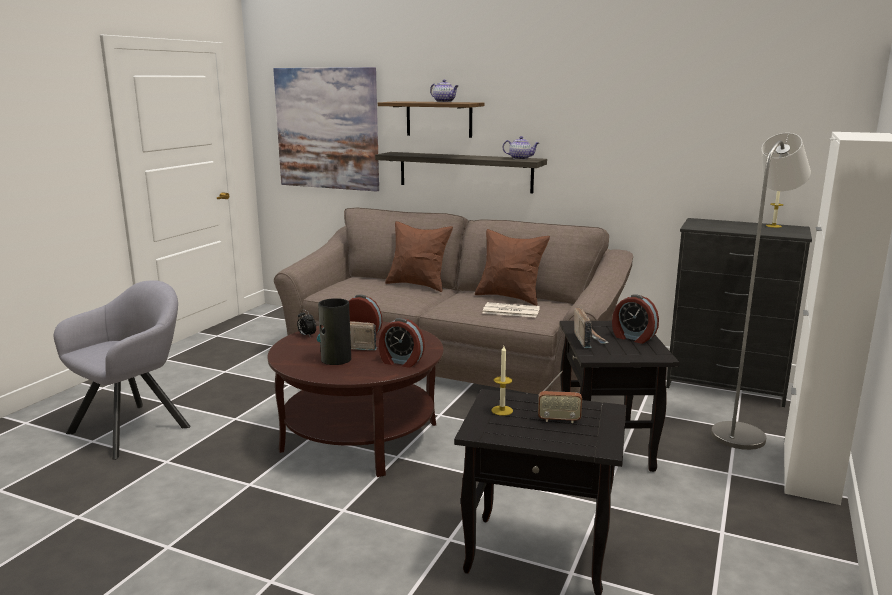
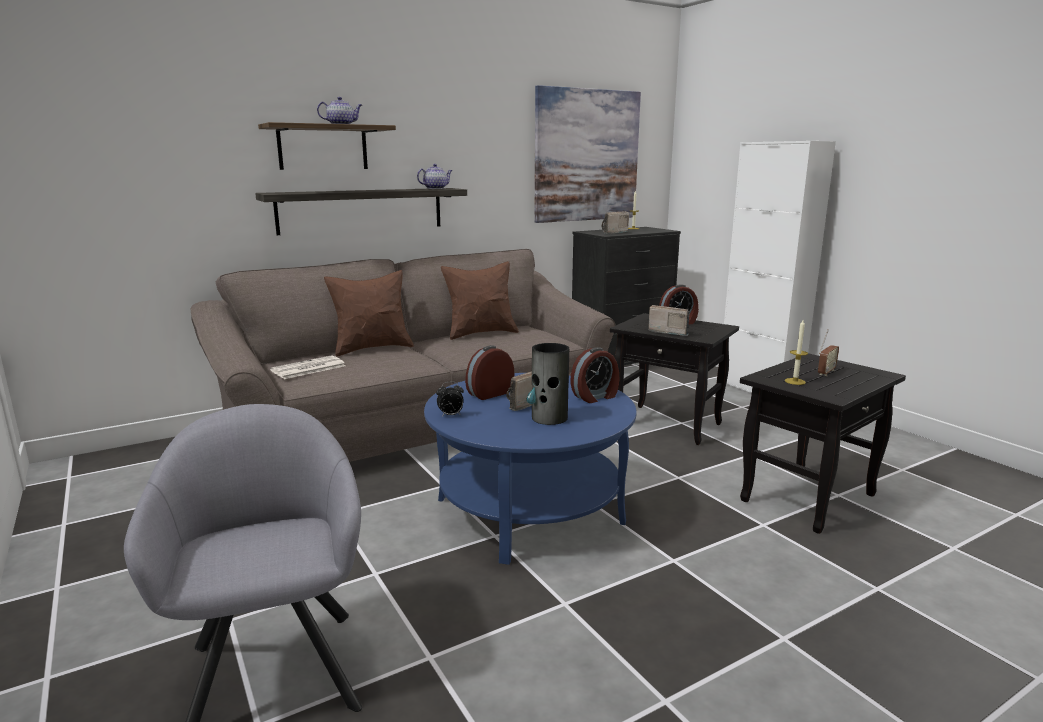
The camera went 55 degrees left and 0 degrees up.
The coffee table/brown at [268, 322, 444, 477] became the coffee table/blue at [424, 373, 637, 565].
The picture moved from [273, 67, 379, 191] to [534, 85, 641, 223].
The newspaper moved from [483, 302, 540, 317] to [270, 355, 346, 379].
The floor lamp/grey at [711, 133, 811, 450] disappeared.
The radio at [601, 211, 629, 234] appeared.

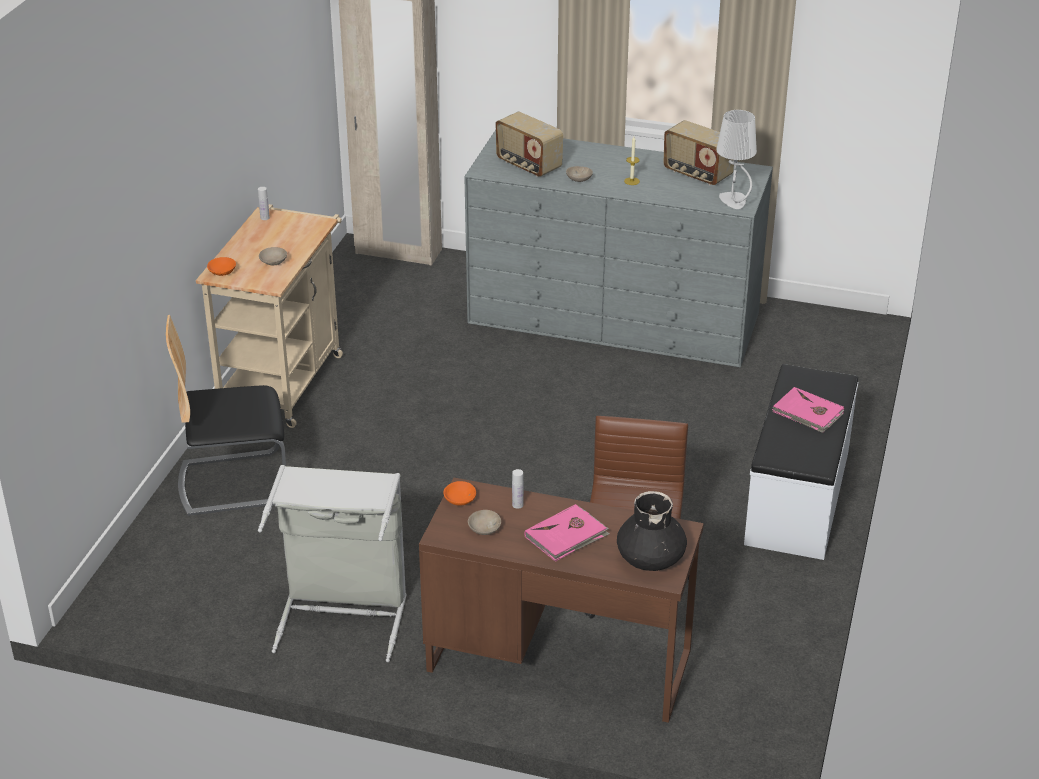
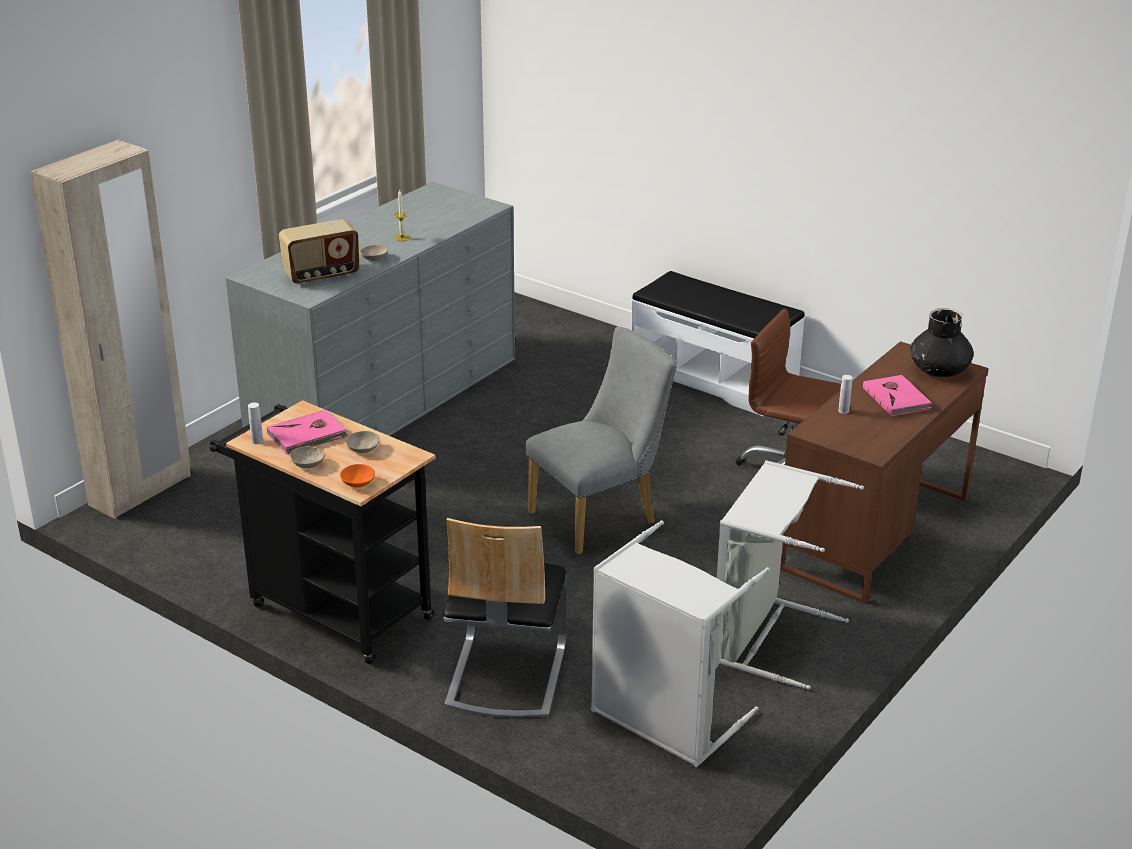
The camera went 70 degrees left and 5 degrees down.
The cart/beige at [196, 204, 343, 428] became the cart/black at [209, 400, 436, 664].
The bowl/orange at [443, 481, 476, 506] disappeared.
The bowl/beige moved from [468, 510, 501, 535] to [290, 446, 325, 468].
The radio at [664, 120, 734, 185] disappeared.
The table lamp/grey at [716, 110, 757, 209] disappeared.
The book/pink moved from [772, 387, 844, 433] to [267, 410, 349, 454].
The chair/grey at [525, 327, 677, 555] appeared.
The laundry basket/grey at [591, 520, 770, 767] appeared.

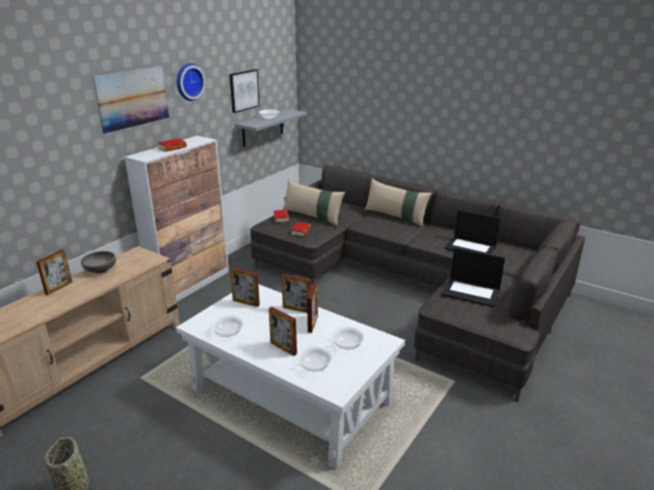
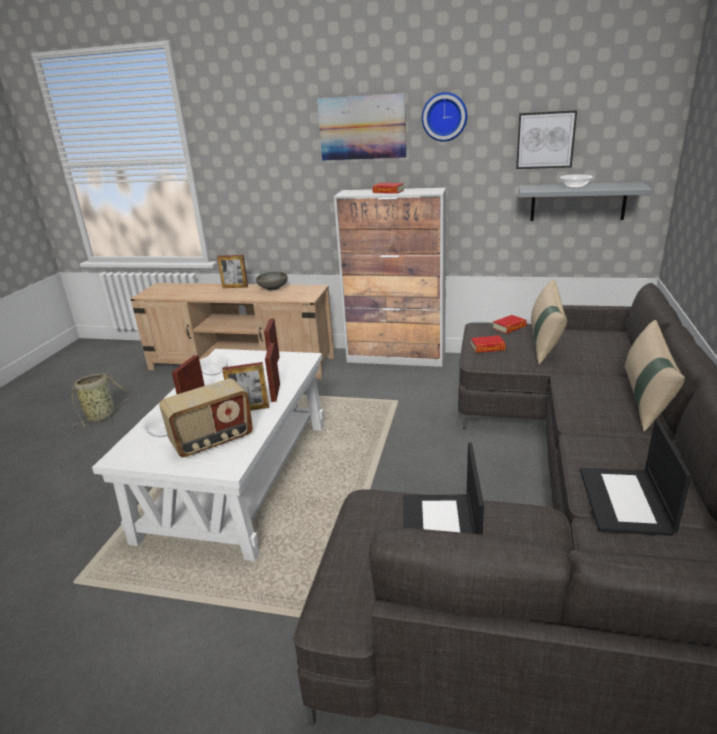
The camera went 70 degrees right and 0 degrees up.
The bowl at [332, 327, 364, 349] was replaced by the radio at [159, 378, 253, 457].

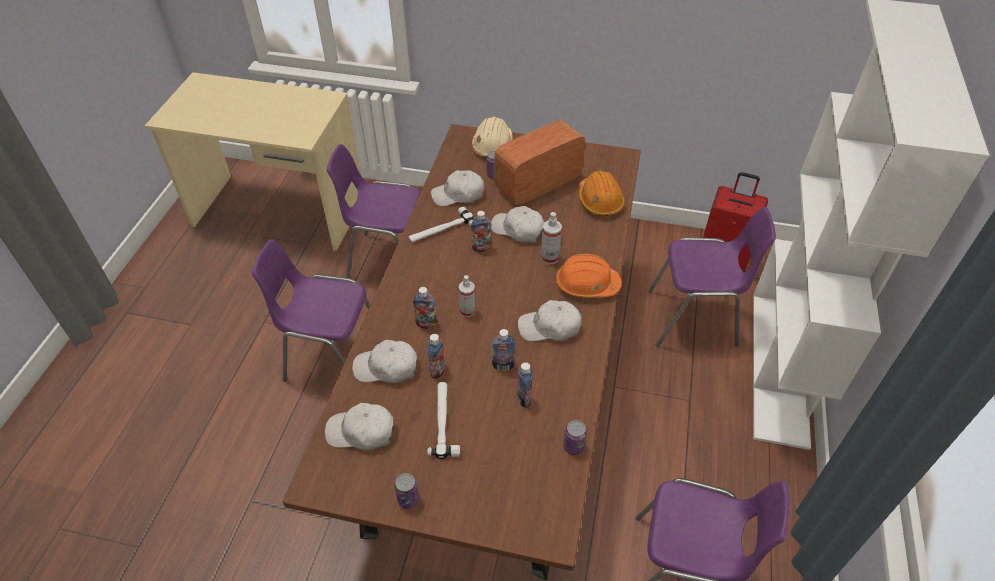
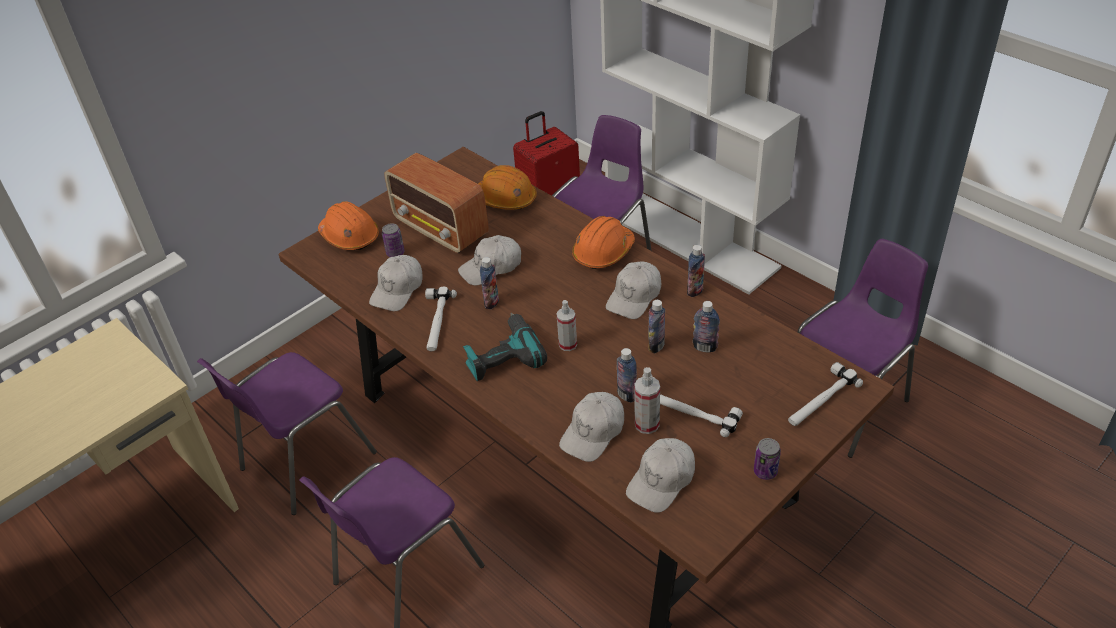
The camera went 55 degrees left and 5 degrees down.
The bottle moved from [413, 287, 437, 329] to [687, 245, 705, 297].
The hard hat/beige at [472, 117, 513, 158] became the hard hat/orange at [318, 201, 379, 250].
The radio at [494, 120, 585, 205] turned 45 degrees counterclockwise.
The spray bottle moved from [541, 212, 562, 264] to [634, 367, 660, 434].
The can at [563, 420, 587, 455] disappeared.
The power drill at [463, 313, 547, 381] appeared.
The hammer at [788, 362, 863, 426] appeared.

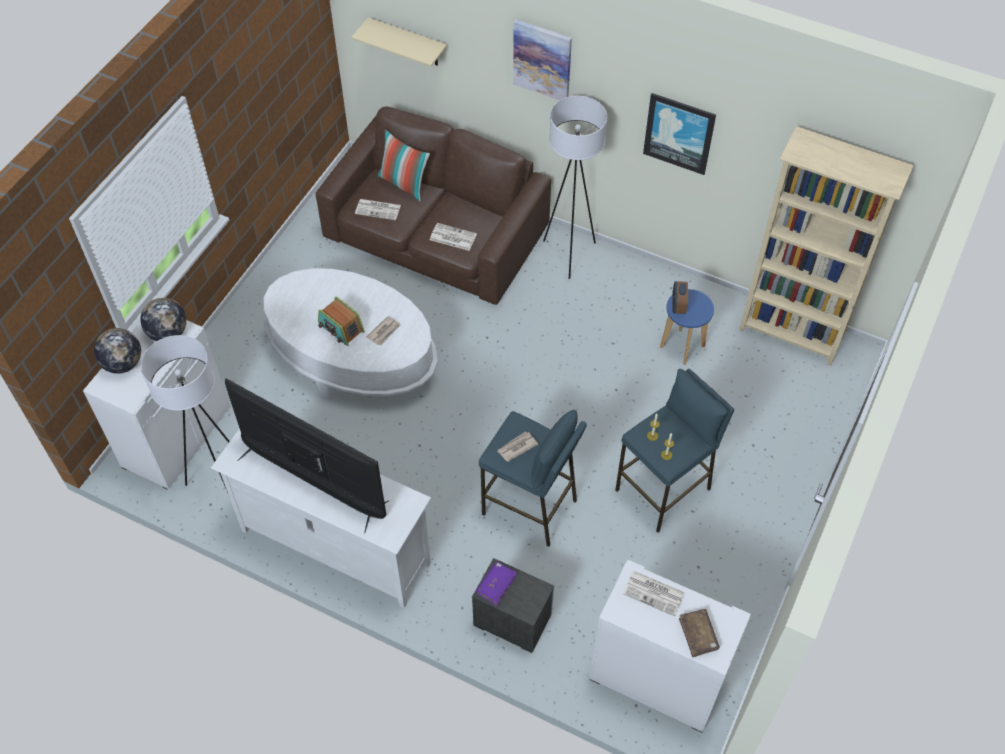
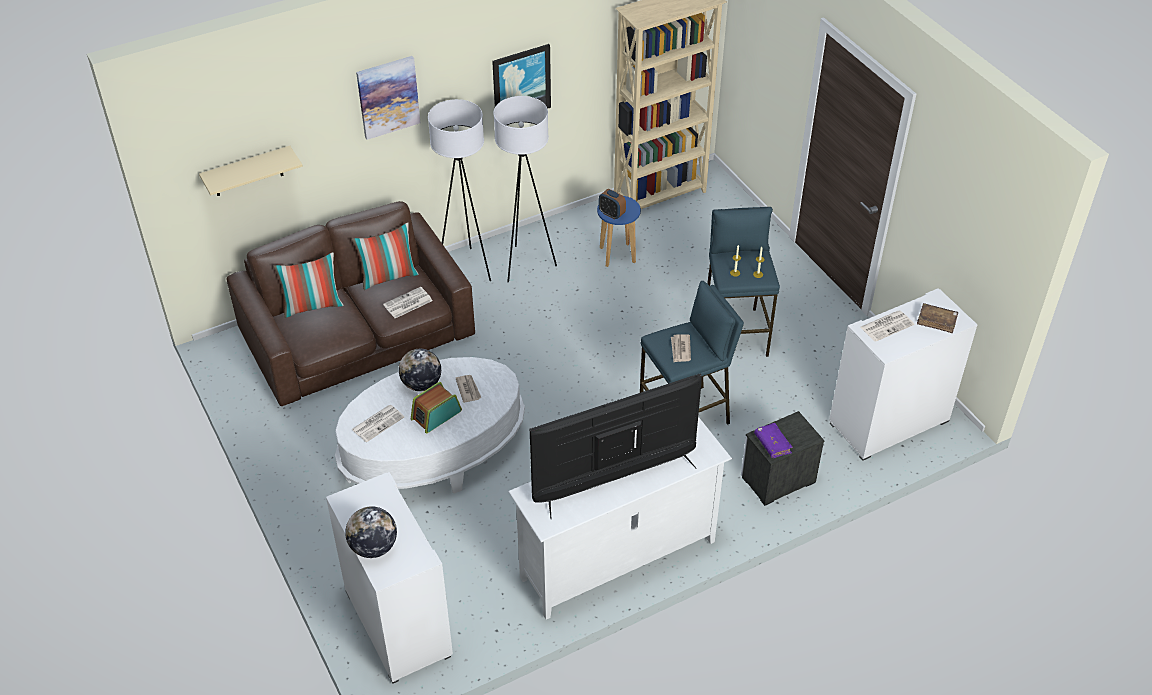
The camera went 55 degrees left and 10 degrees down.
The globe moved from [140, 298, 187, 341] to [399, 349, 441, 391].
The floor lamp/white moved from [141, 335, 230, 493] to [493, 96, 557, 282].
The radio at [318, 296, 365, 346] turned 150 degrees clockwise.
The newspaper moved from [355, 199, 401, 220] to [351, 405, 404, 442].
The pillow at [352, 222, 419, 290] appeared.

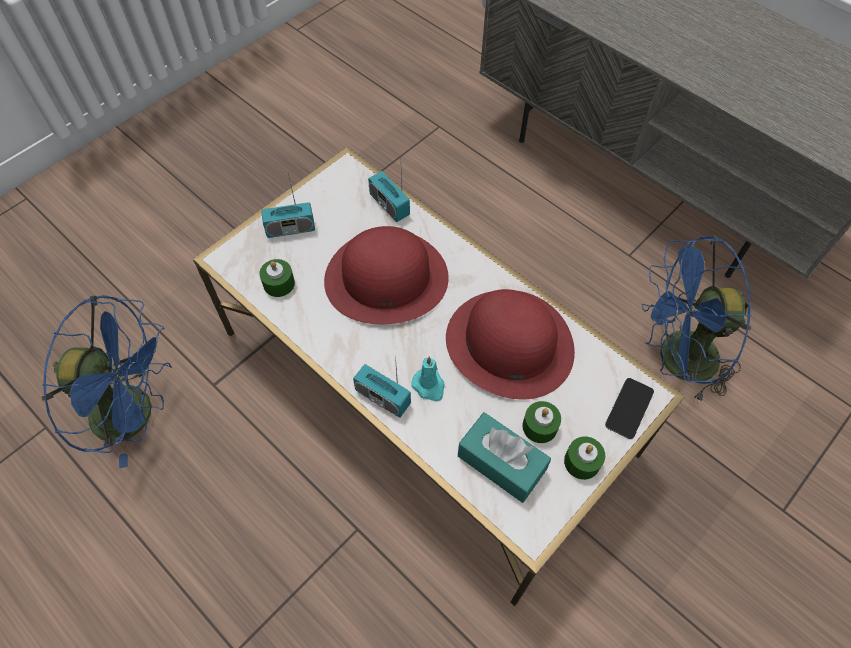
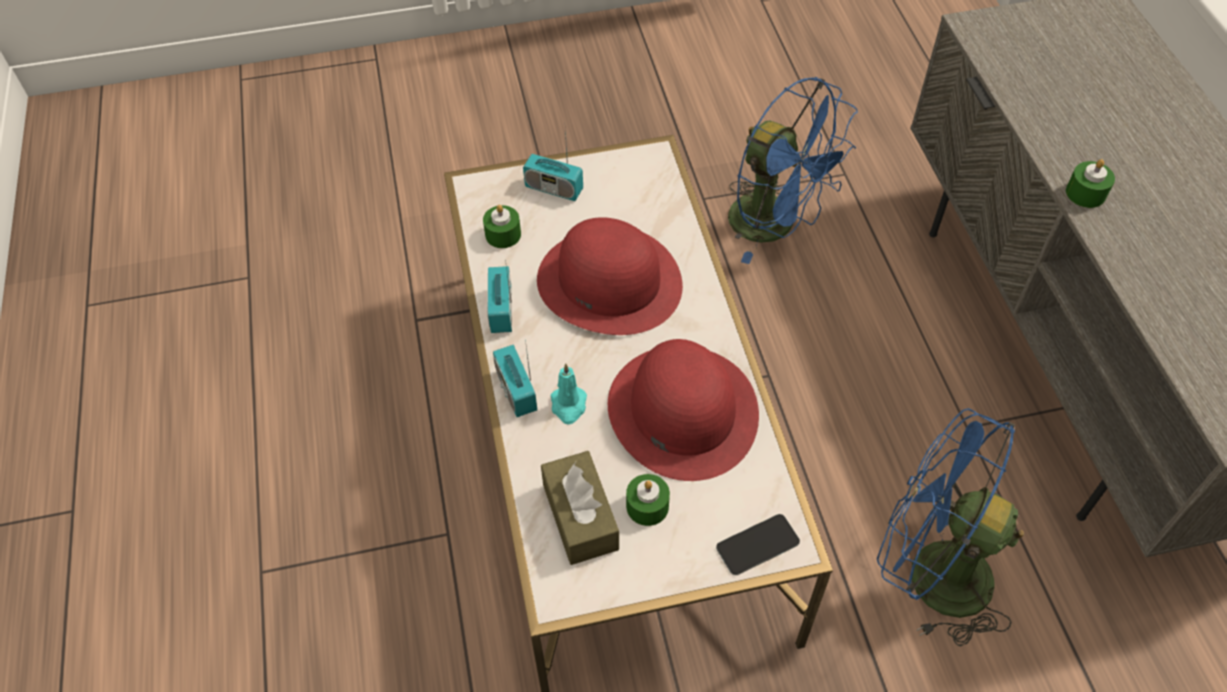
The camera went 35 degrees right and 5 degrees down.
The fan/blue moved from [42, 295, 172, 468] to [728, 77, 858, 264].
The radio moved from [368, 170, 410, 222] to [487, 260, 512, 333].
The tissue box/turquoise at [458, 412, 551, 503] became the tissue box/brown at [541, 451, 619, 565].
The candle/green moved from [564, 437, 605, 480] to [1066, 159, 1115, 208].

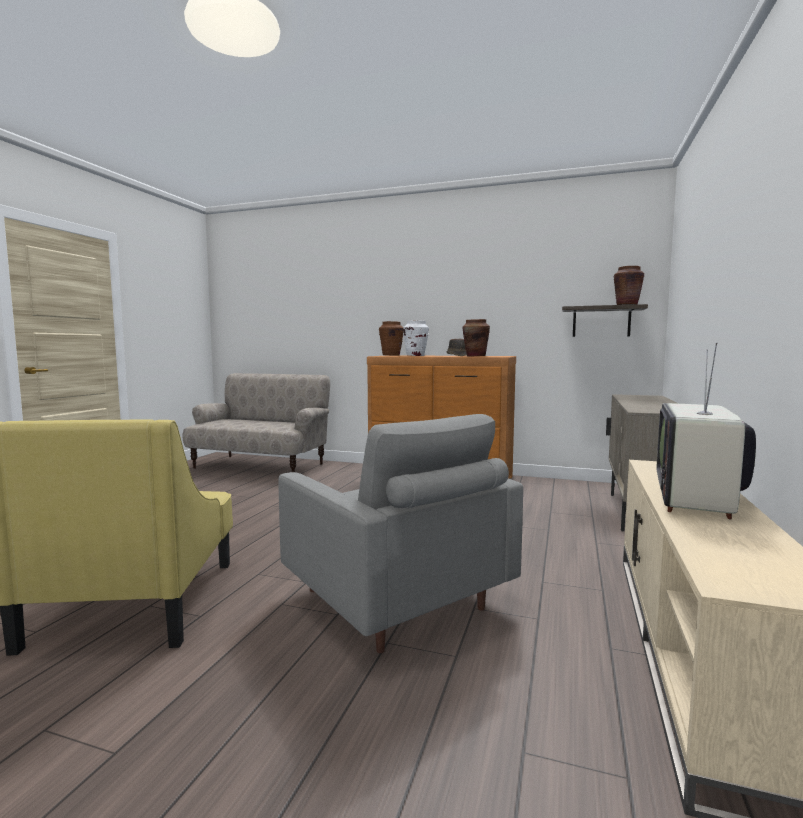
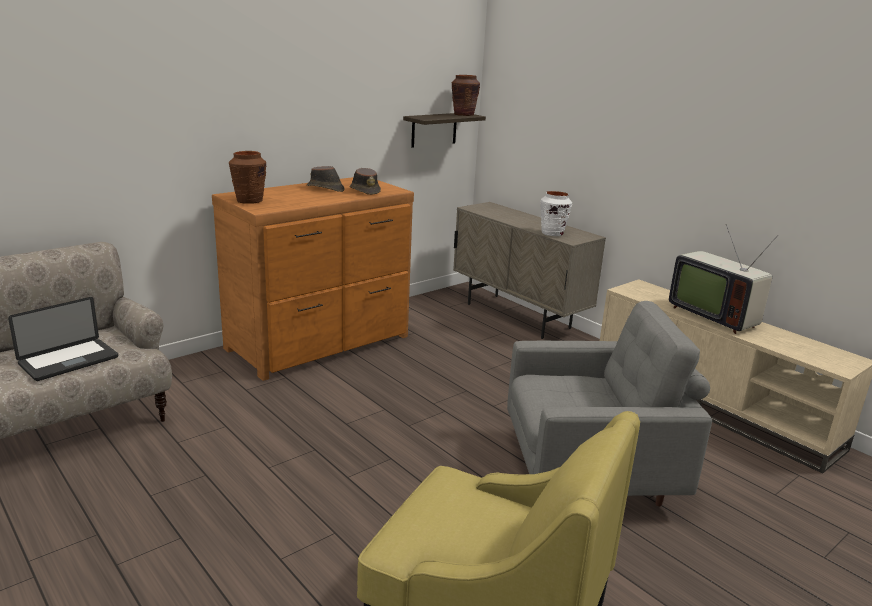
The camera went 60 degrees left and 15 degrees up.
The vase/white moved from [403, 320, 429, 356] to [540, 191, 572, 236].
The vase/brown at [463, 319, 490, 356] was replaced by the hat/brown at [350, 168, 381, 195].
The laptop at [8, 297, 118, 381] appeared.

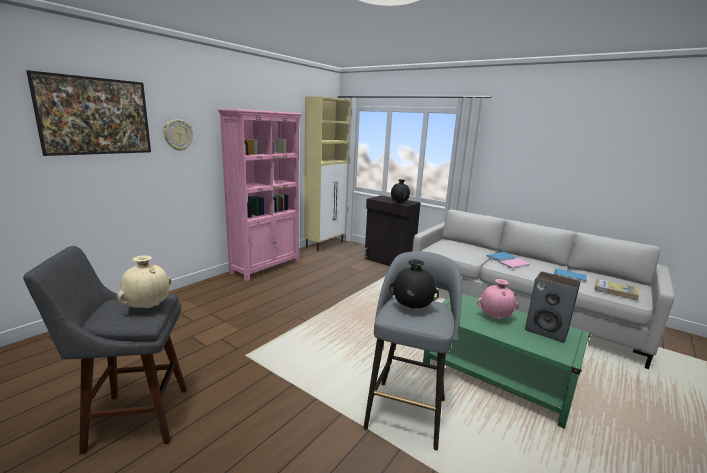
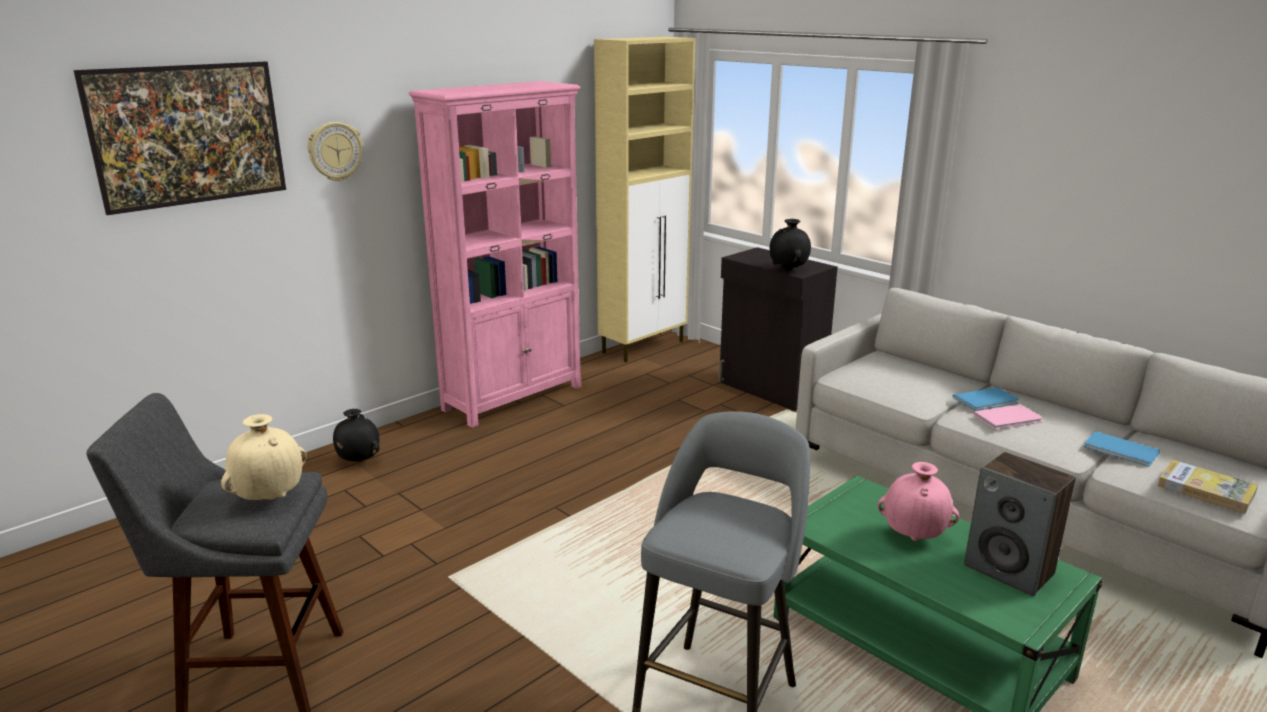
The camera went 10 degrees right and 5 degrees up.
The vase/black moved from [390, 260, 439, 309] to [333, 409, 379, 462].

